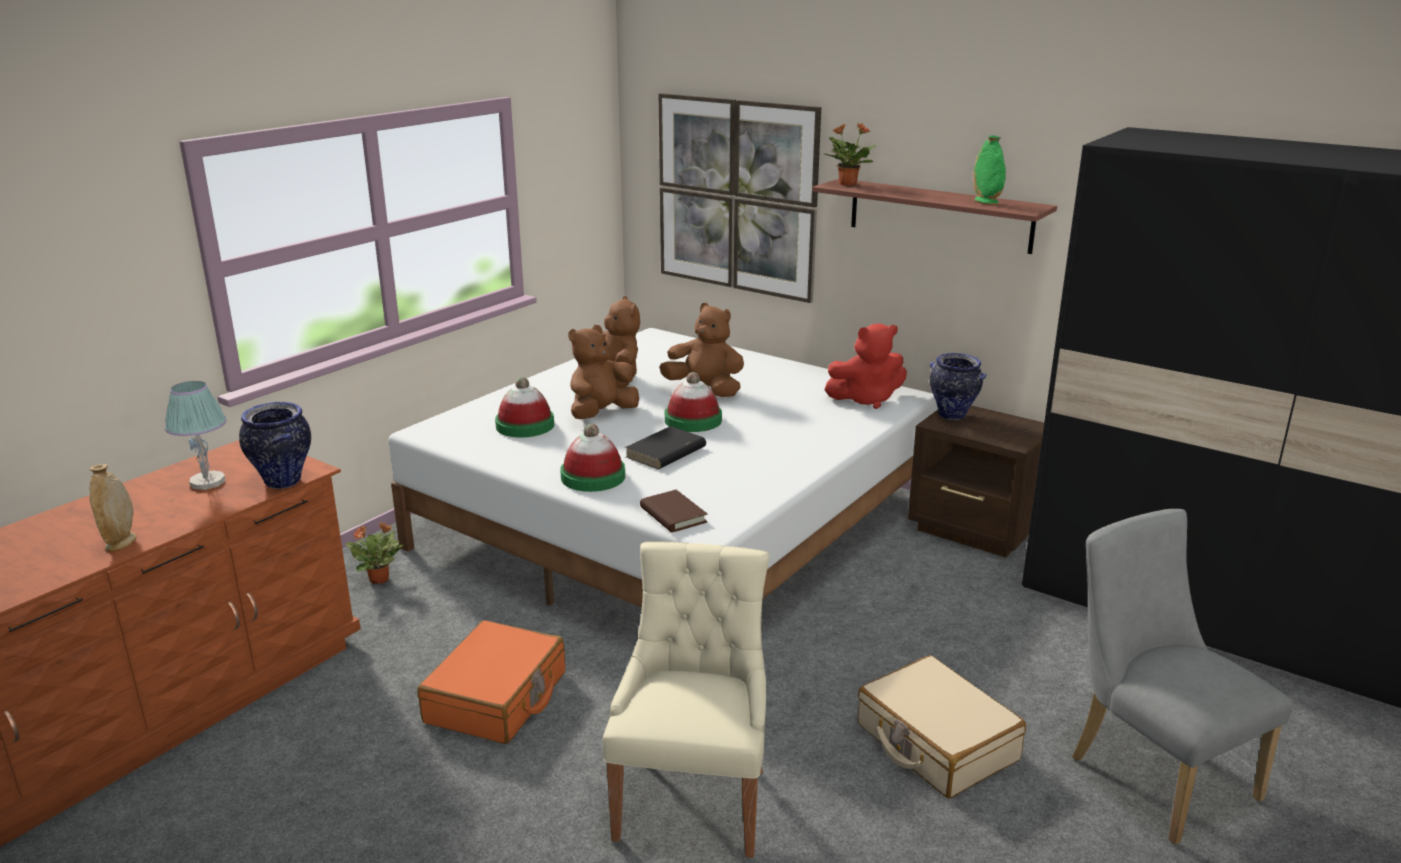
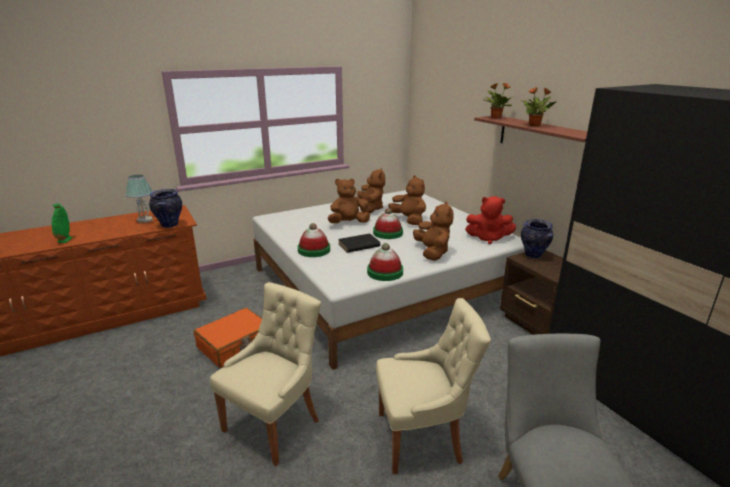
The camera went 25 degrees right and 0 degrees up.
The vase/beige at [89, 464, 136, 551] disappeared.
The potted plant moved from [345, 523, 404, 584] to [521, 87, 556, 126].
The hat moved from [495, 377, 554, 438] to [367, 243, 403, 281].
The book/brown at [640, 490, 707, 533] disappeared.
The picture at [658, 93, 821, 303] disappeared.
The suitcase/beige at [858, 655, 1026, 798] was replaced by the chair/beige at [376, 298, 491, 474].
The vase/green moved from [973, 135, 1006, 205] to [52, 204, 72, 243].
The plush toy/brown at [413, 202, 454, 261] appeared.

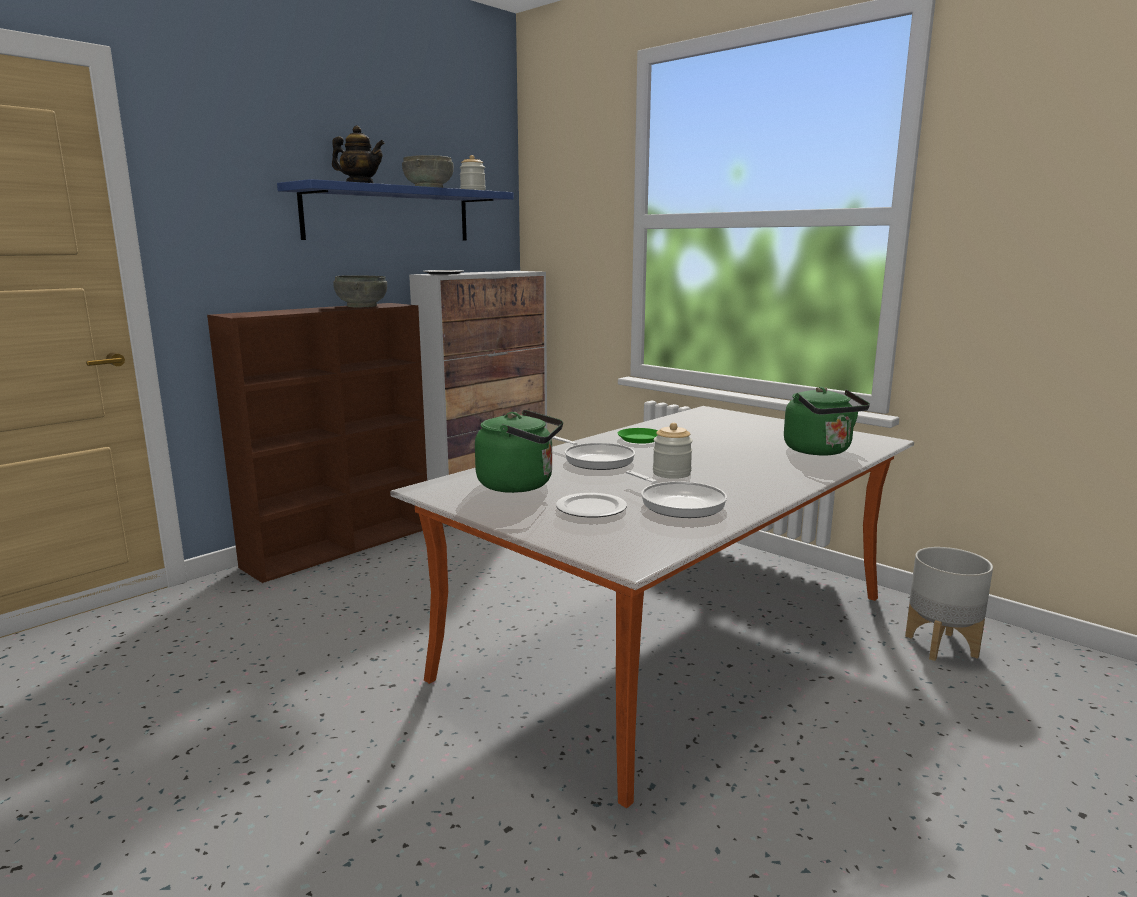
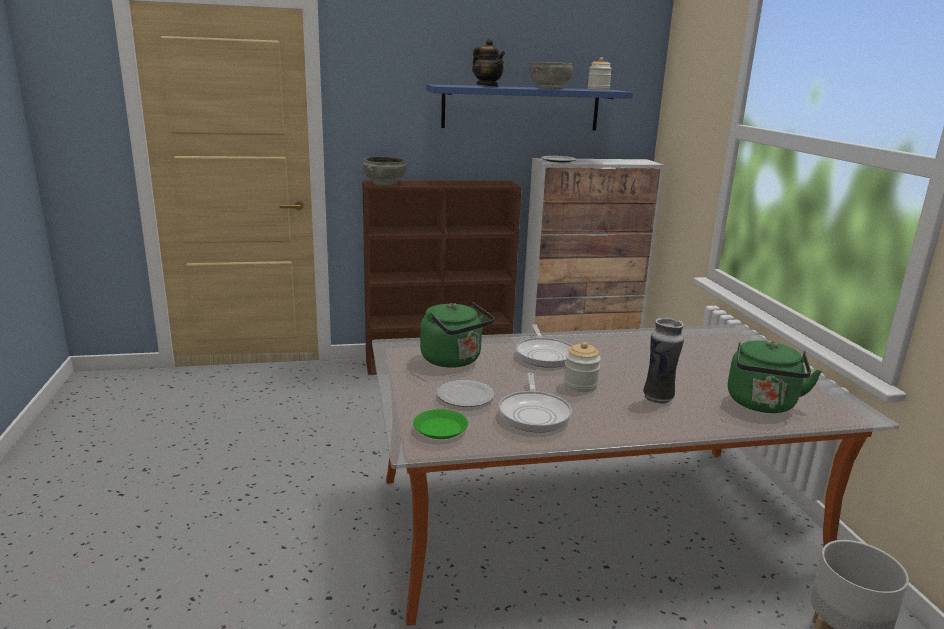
The camera went 35 degrees right and 5 degrees up.
The bowl/grey moved from [333, 275, 387, 307] to [363, 157, 406, 186].
The plate/green moved from [618, 428, 658, 444] to [413, 409, 468, 439].
The vase at [643, 318, 684, 404] appeared.

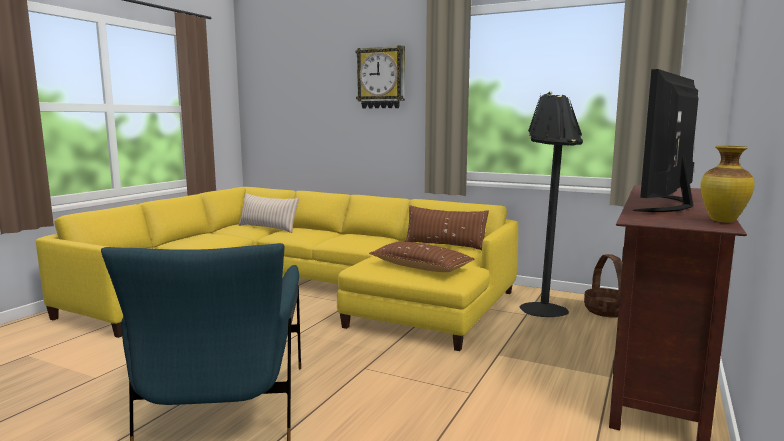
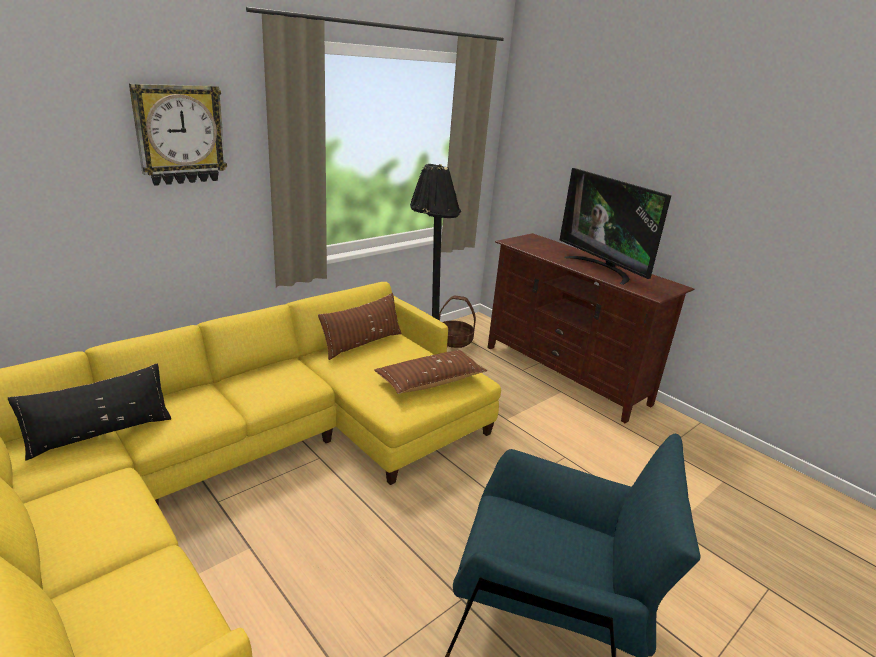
The camera went 70 degrees left and 15 degrees up.
The pillow/beige at [238, 193, 299, 233] became the pillow/black at [8, 363, 171, 461].
The vase at [701, 146, 755, 222] disappeared.

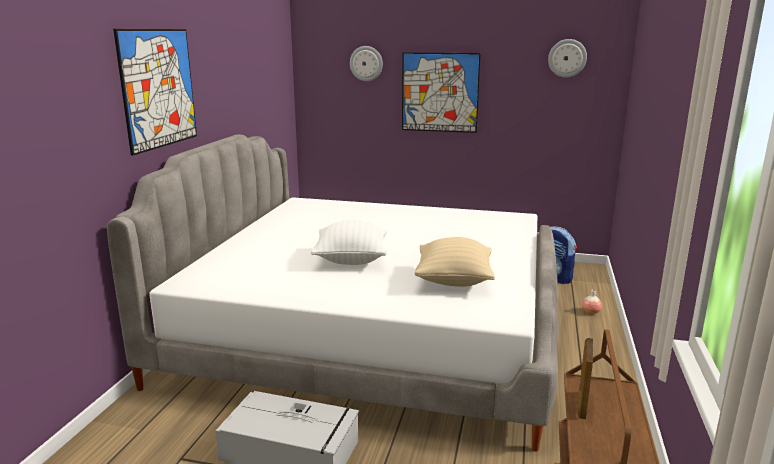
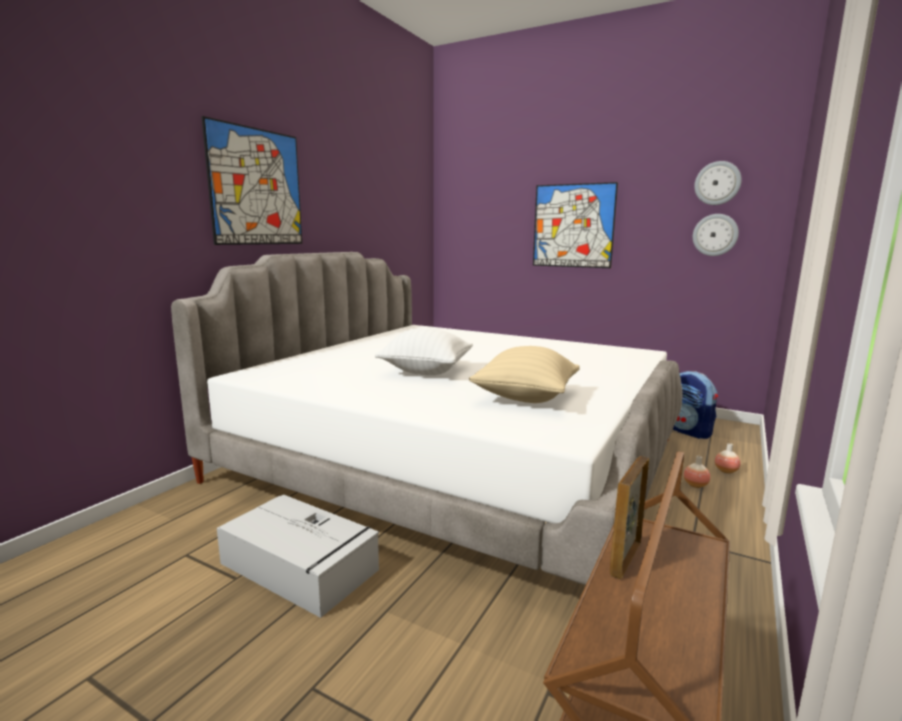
The camera went 15 degrees right and 5 degrees down.
The wall clock moved from [350, 46, 383, 81] to [693, 214, 739, 256].
The vase at [684, 456, 710, 488] appeared.

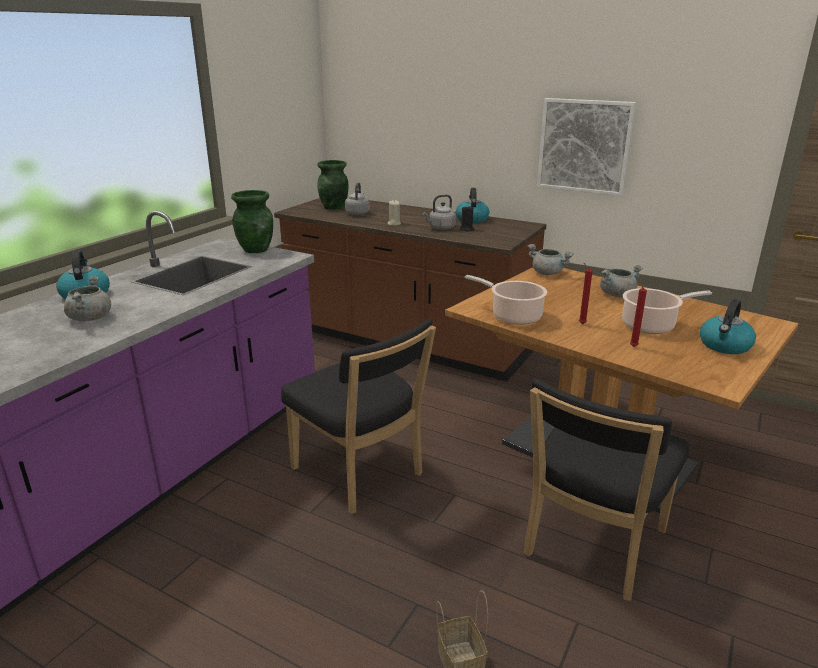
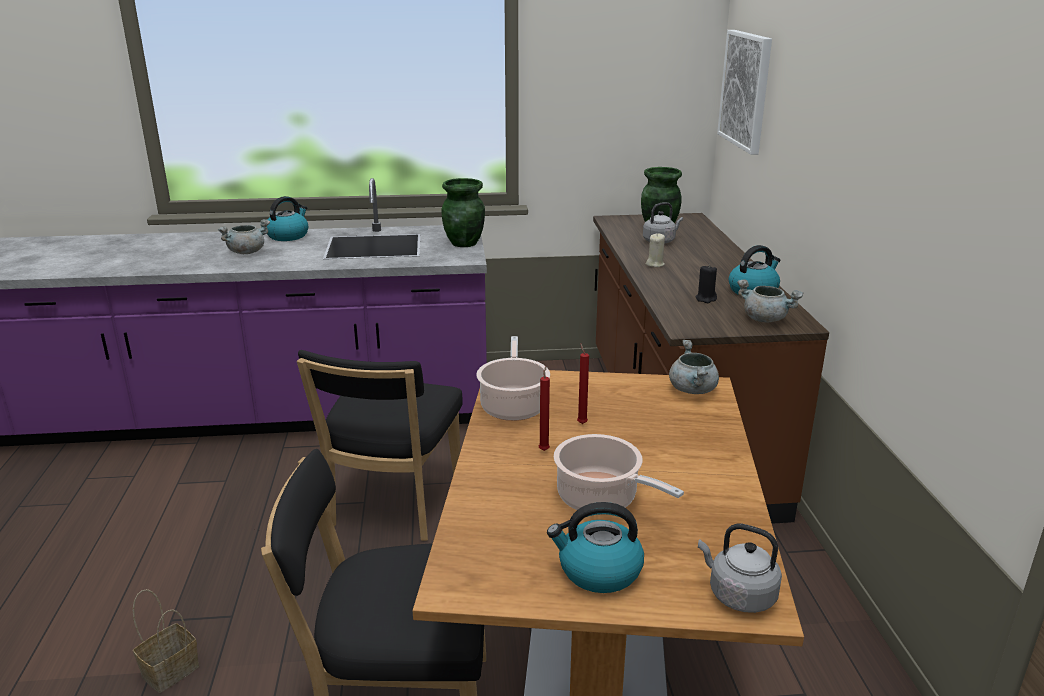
The camera went 55 degrees right and 0 degrees up.
The kettle/grey moved from [422, 195, 456, 230] to [698, 523, 782, 613].
The picture moved from [537, 98, 636, 196] to [717, 30, 772, 155].
The cooking pot/grey moved from [600, 265, 643, 297] to [737, 279, 804, 322].
The candle/red moved from [630, 283, 647, 347] to [577, 344, 589, 424].

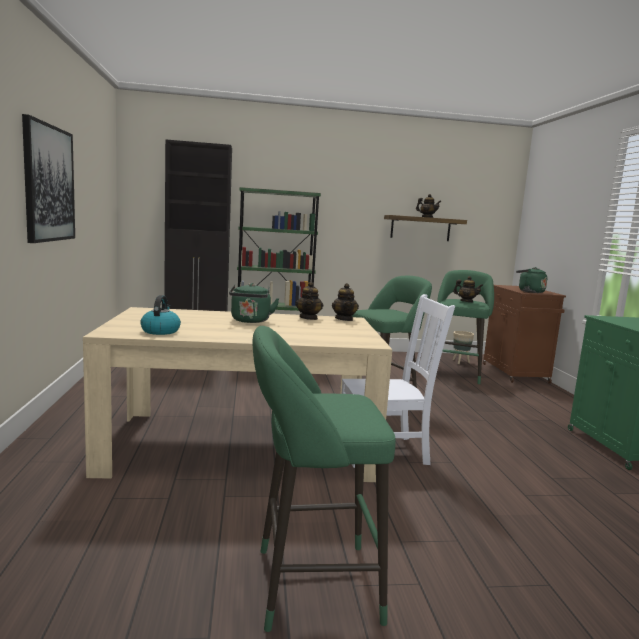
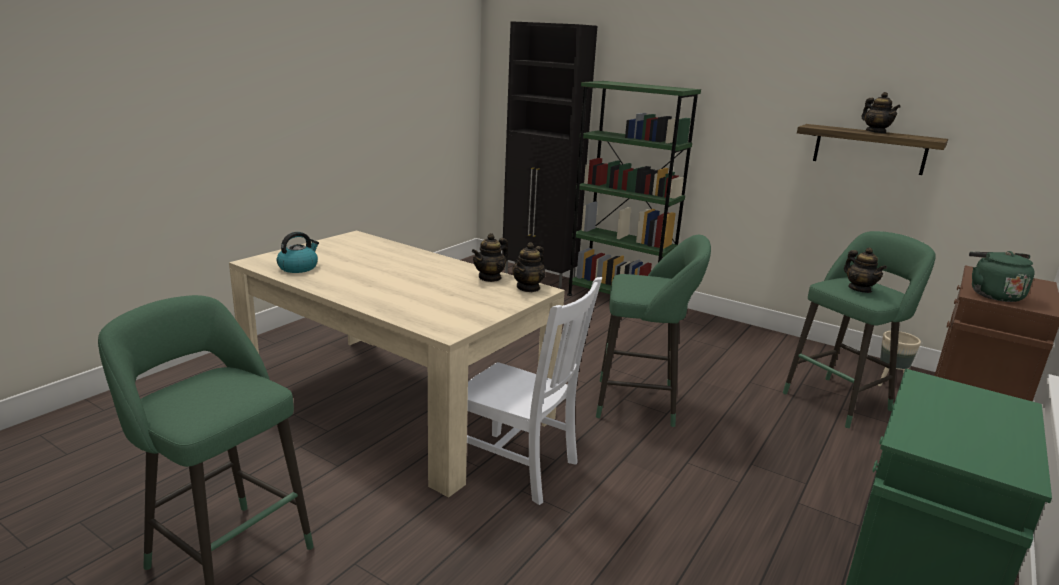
The camera went 40 degrees right and 10 degrees up.
The picture at [22, 114, 75, 243] disappeared.
The kettle/green at [229, 283, 280, 323] disappeared.

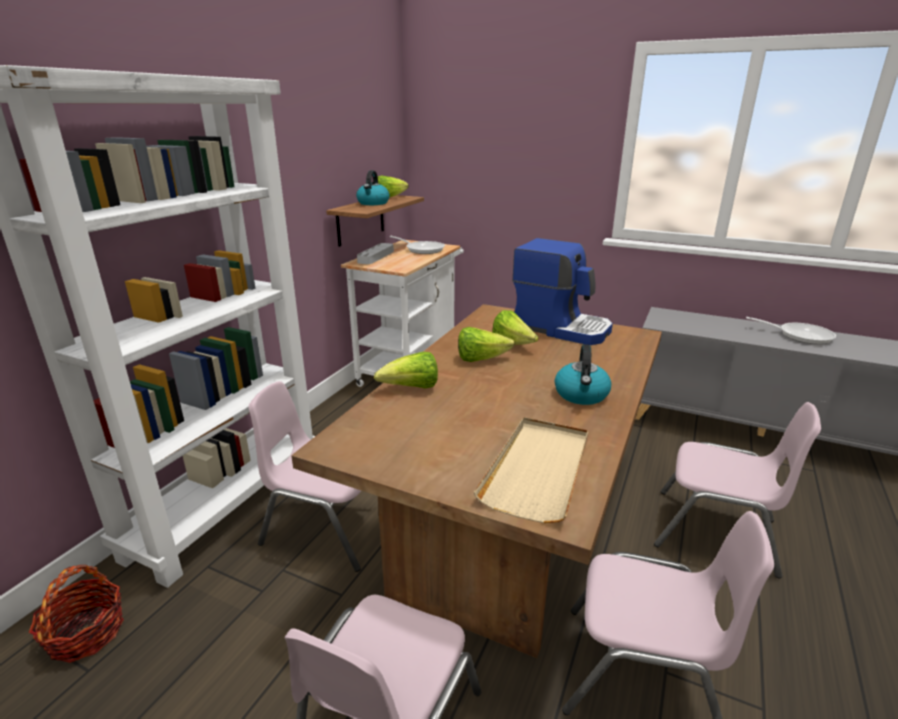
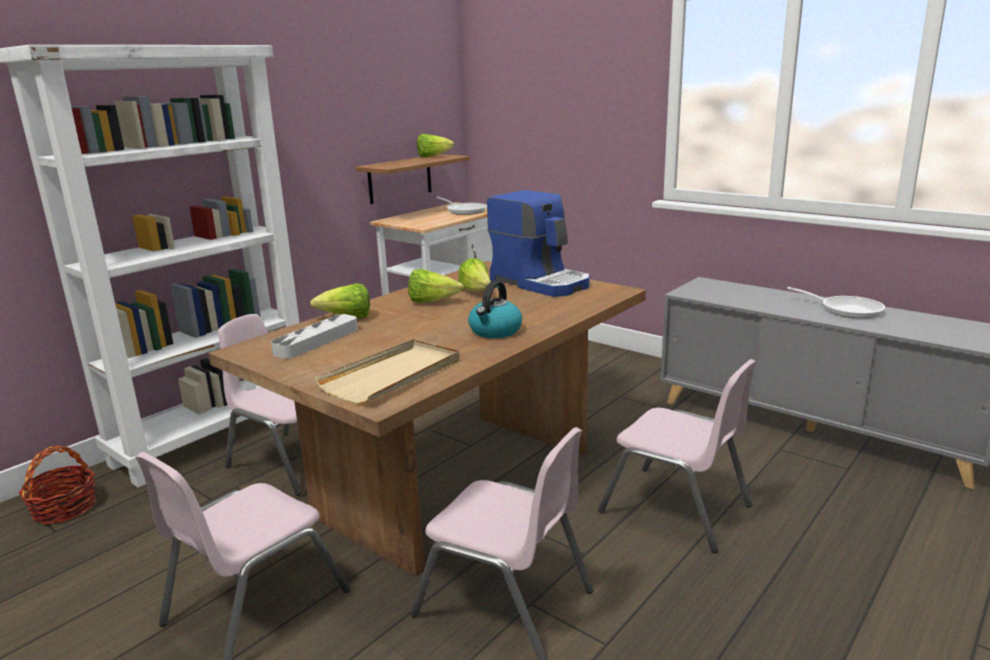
The camera went 15 degrees right and 5 degrees down.
The kettle at [356, 170, 389, 205] disappeared.
The tray/grey moved from [357, 243, 394, 264] to [271, 314, 358, 359].

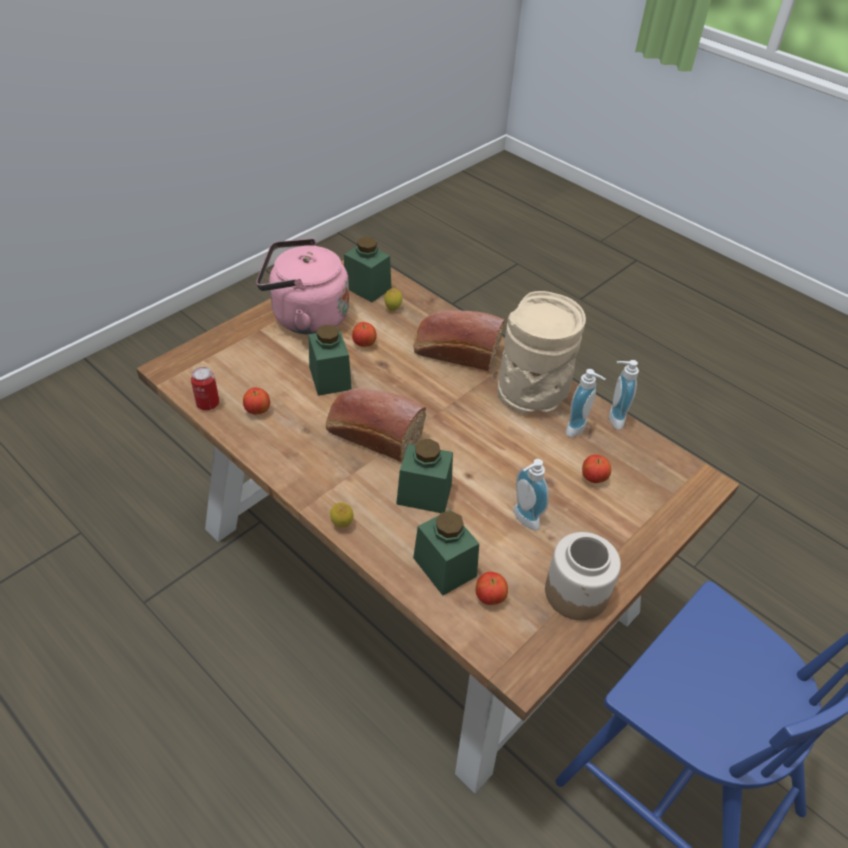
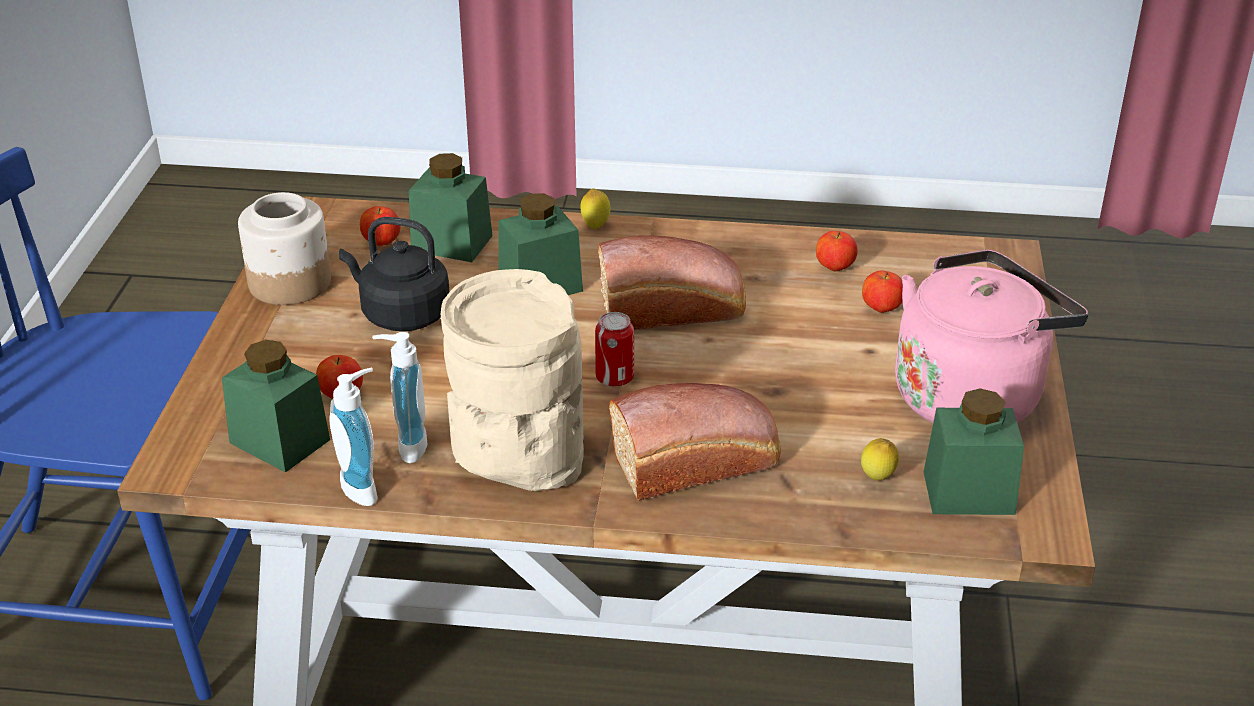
The camera went 145 degrees right and 10 degrees down.
The can moved from [191, 367, 219, 410] to [595, 312, 634, 387].
The jar/green moved from [309, 325, 352, 396] to [222, 340, 330, 473].
The apple moved from [352, 322, 377, 347] to [862, 271, 903, 313].
The soap dispenser at [513, 459, 549, 530] was replaced by the kettle/black at [339, 217, 449, 331].

